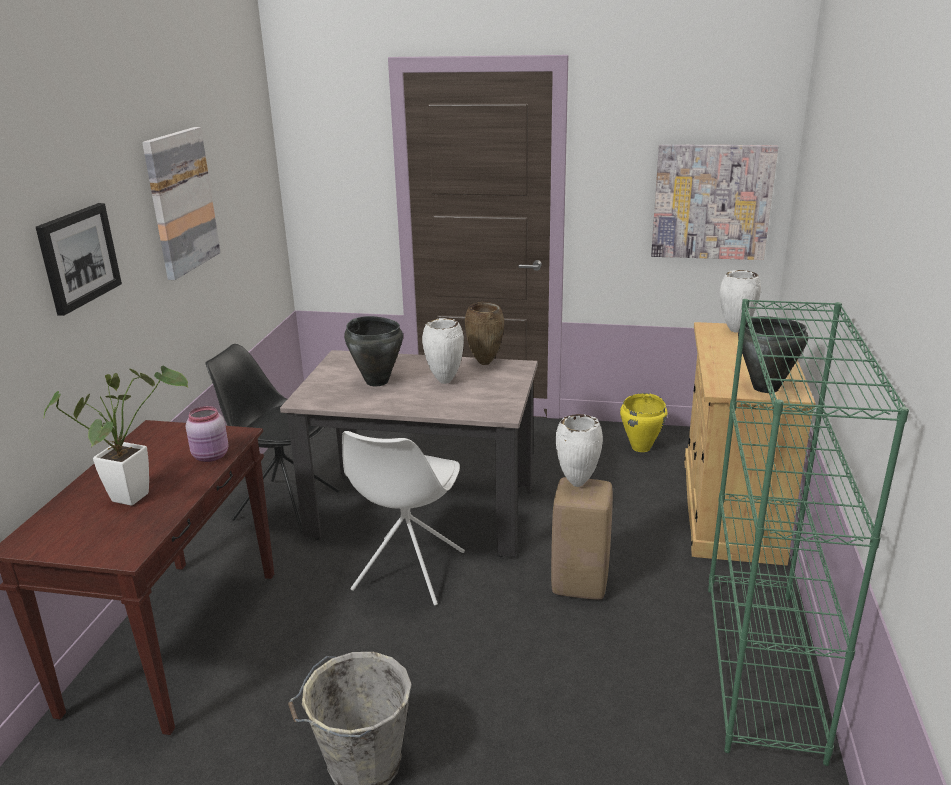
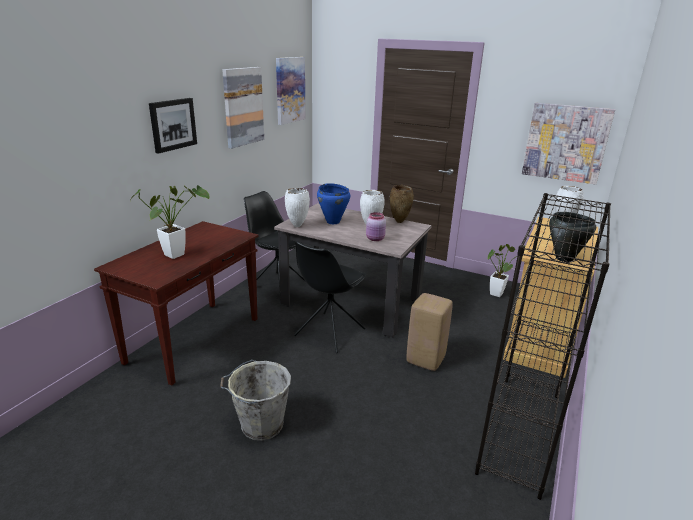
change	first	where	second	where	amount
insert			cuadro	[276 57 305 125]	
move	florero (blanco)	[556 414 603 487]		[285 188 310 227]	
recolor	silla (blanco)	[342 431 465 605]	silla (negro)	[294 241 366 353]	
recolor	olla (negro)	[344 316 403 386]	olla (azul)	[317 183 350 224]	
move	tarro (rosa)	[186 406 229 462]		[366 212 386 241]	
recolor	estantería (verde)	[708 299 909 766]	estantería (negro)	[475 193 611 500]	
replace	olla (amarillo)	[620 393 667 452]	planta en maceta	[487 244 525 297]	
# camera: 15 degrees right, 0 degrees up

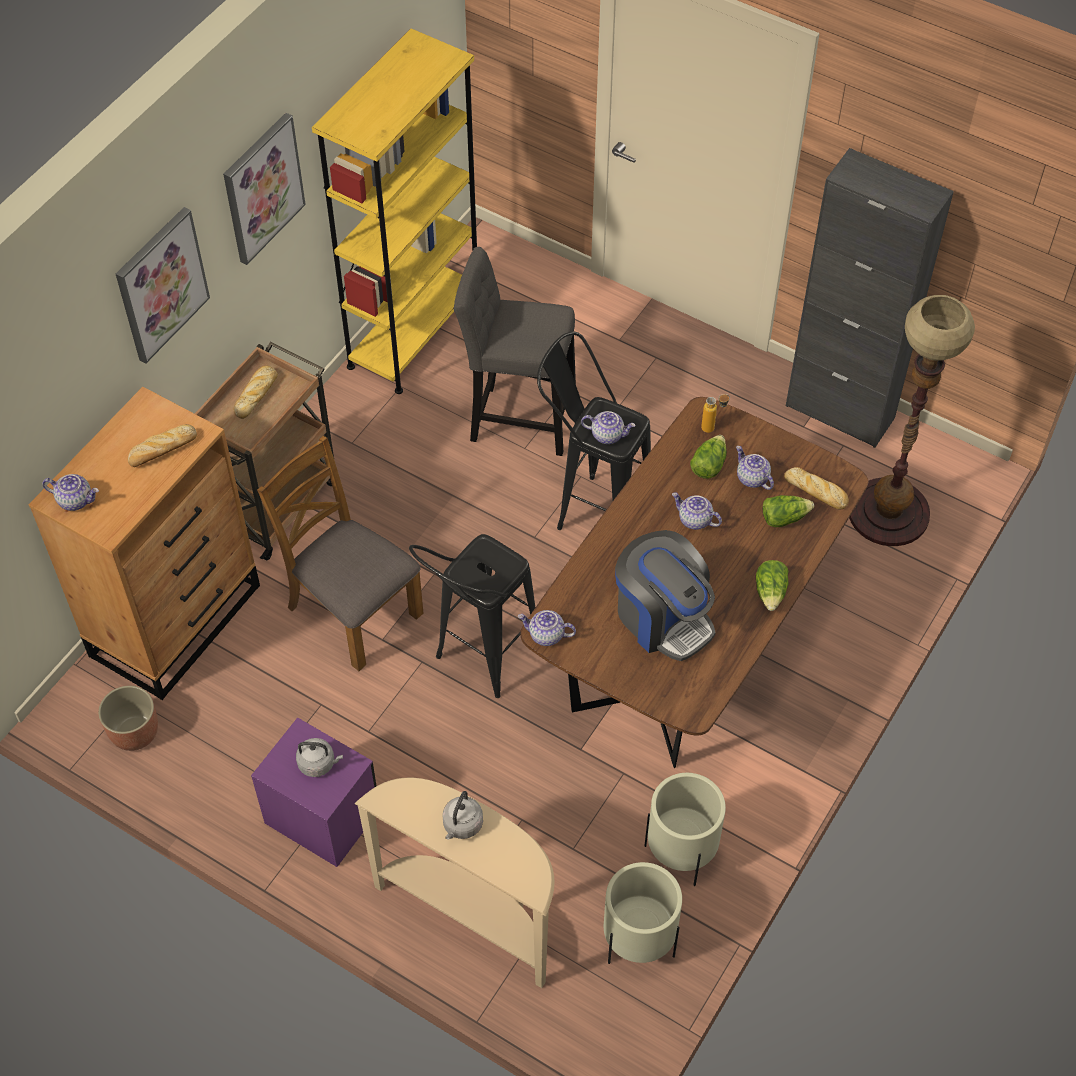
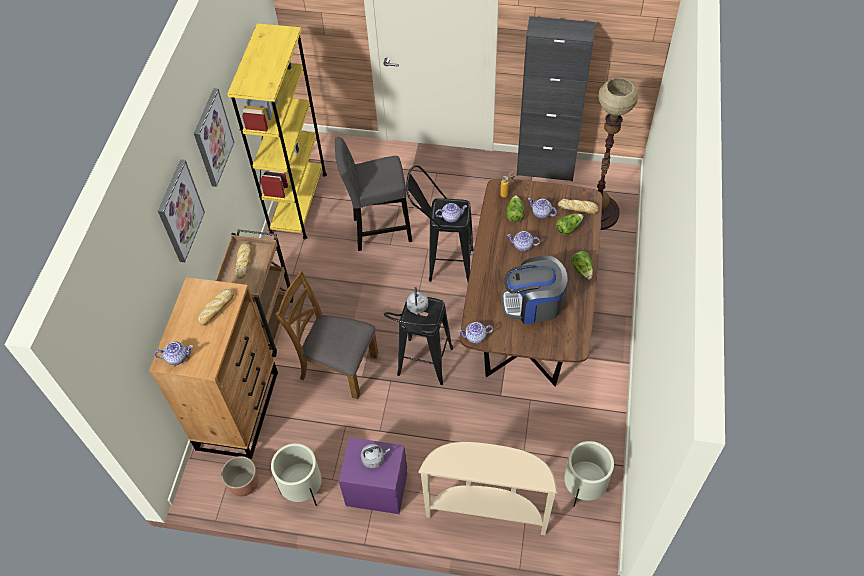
change	first	where	second	where	amount
move	maceta (beis)	[644 773 726 886]		[271 443 322 506]	
move	hervidor (gris)	[442 791 483 840]		[407 287 428 314]	
rotate	cafetera	[615 530 716 661]		[502 256 567 324]	150 degrees clockwise
# camera: 20 degrees left, 0 degrees up

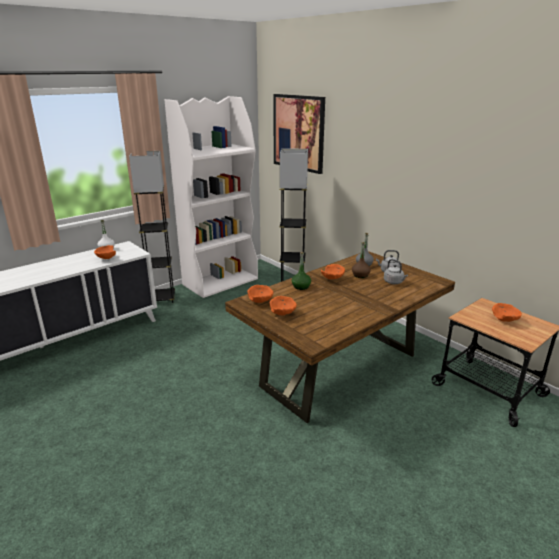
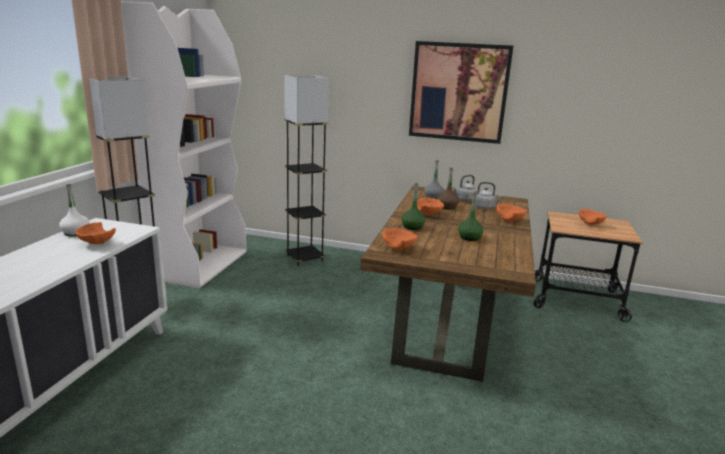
change	first	where	second	where	amount
move	cuadro	[273 94 325 174]		[409 41 513 144]	
insert			botella (verde)	[458 192 484 241]	
move	cuenco (naranja)	[270 296 297 315]		[497 204 527 222]	
# camera: 35 degrees left, 5 degrees down

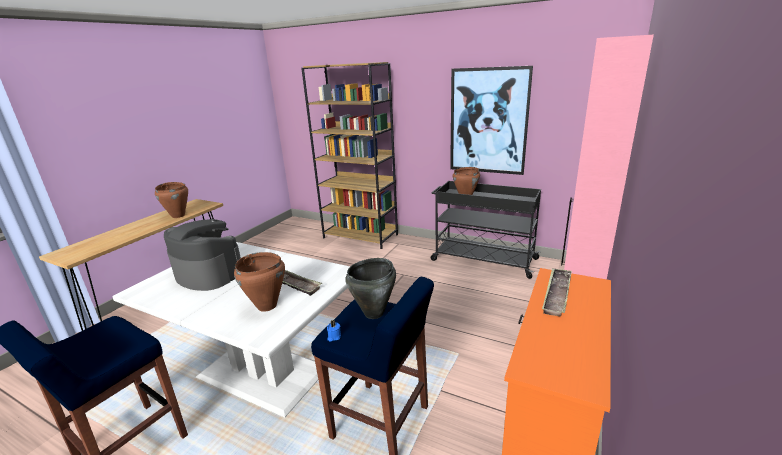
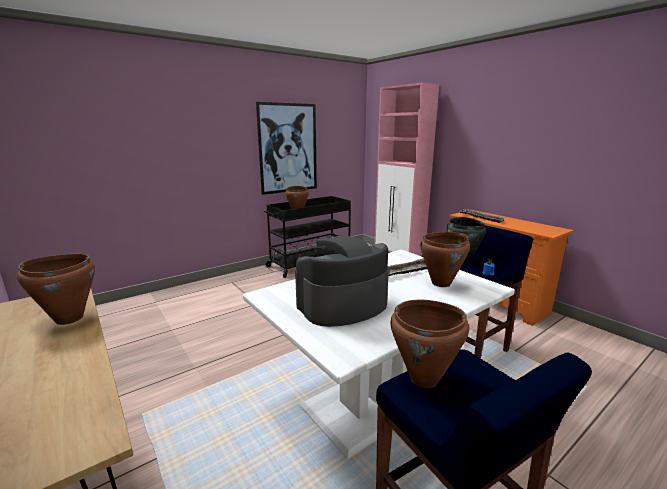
change	first	where	second	where	amount
insert			olla (marrón)	[390 300 469 388]	
delete	estantería (marrón)	[301 62 398 249]			
# camera: 65 degrees left, 5 degrees down

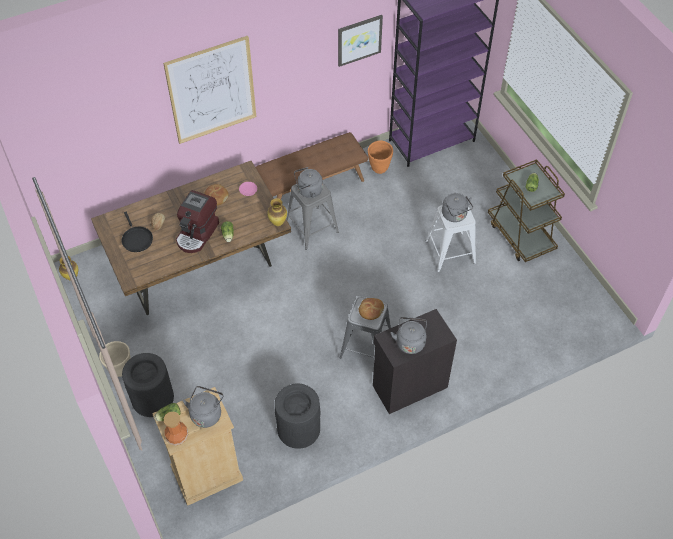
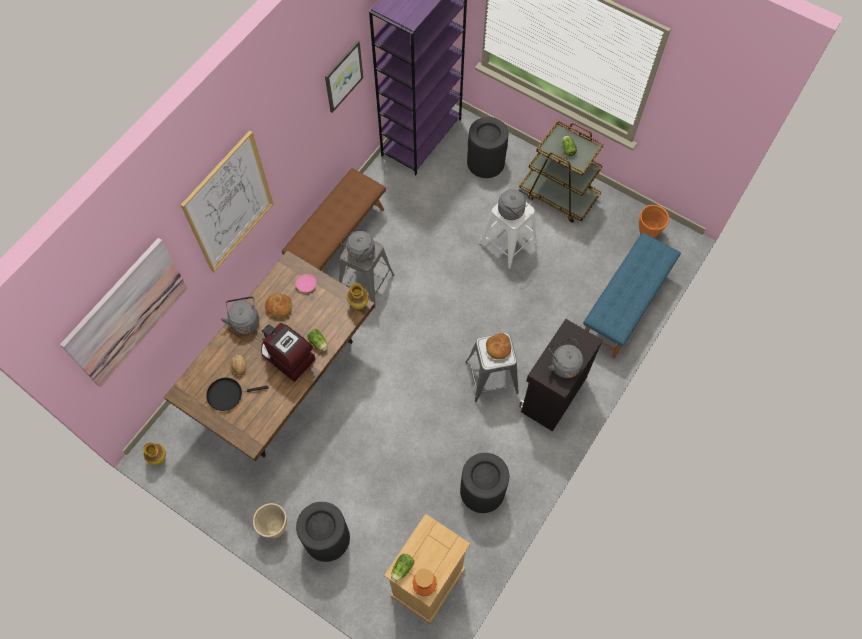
change	first	where	second	where	amount
insert			cuadro	[60 238 188 387]	
rotate	sartén (negro)	[122 212 153 252]		[206 377 268 411]	135 degrees clockwise
move	hervidor (gris)	[183 386 224 428]		[221 296 259 334]	
rotate	cafetera	[176 190 219 253]		[261 323 316 382]	135 degrees clockwise
insert			papelera (negro)	[467 117 508 178]	
insert			banco (azul)	[583 233 681 358]	
move	maceta (naranja)	[368 141 393 174]		[639 205 669 238]	
# camera: 30 degrees left, 10 degrees up

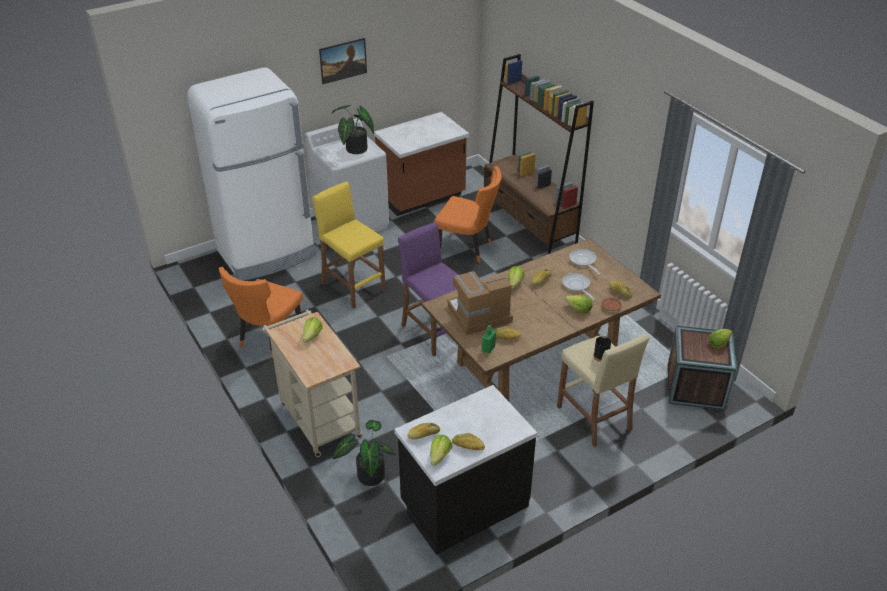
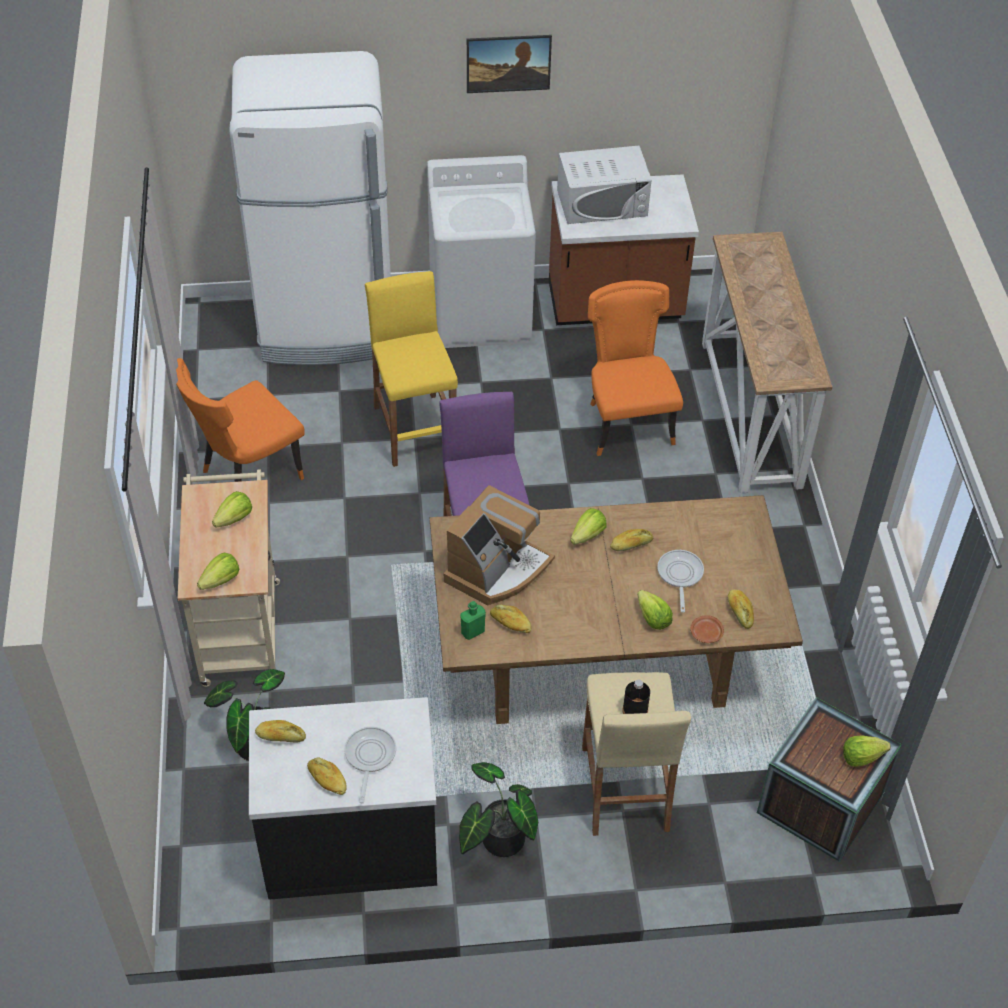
change	first	where	second	where	amount
move	lechuga	[431 435 452 466]		[197 553 239 590]	
move	sartén	[569 249 600 275]		[344 727 396 803]	
rotate	cafetera	[447 271 513 335]		[444 485 555 606]	120 degrees clockwise
move	planta en maceta	[331 105 374 154]		[459 762 538 857]	
insert			microondas (blanco)	[557 146 652 224]	
rotate	silla (naranja)	[434 166 502 262]		[588 280 683 456]	150 degrees counterclockwise
replace	estantería (marrón)	[484 54 594 254]	mesa consola	[702 232 832 493]	
# camera: 25 degrees right, 10 degrees up

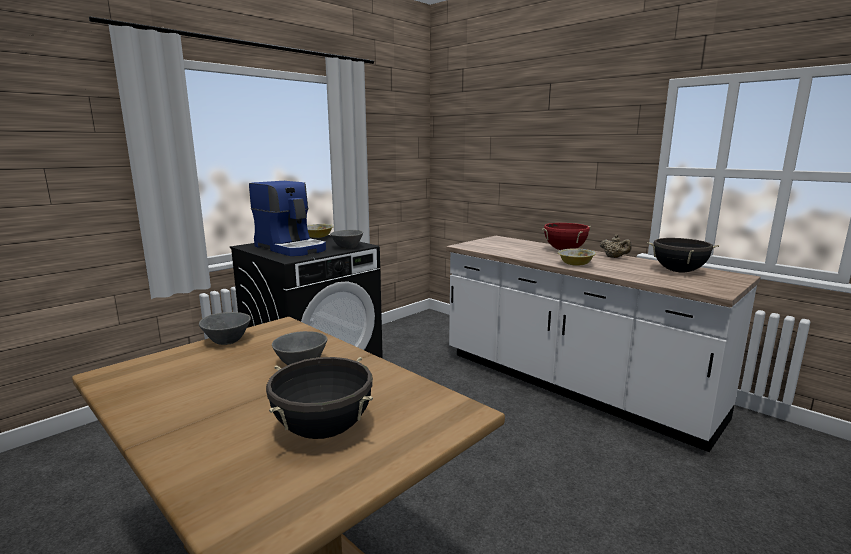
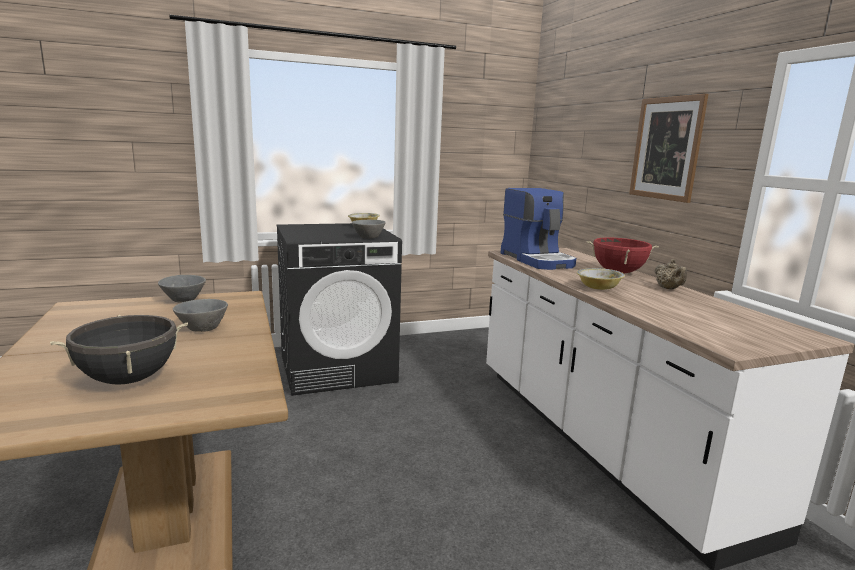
change	first	where	second	where	amount
move	cafetera	[249 181 326 256]		[501 188 576 270]	
insert			cuadro	[629 94 708 203]	
delete	olla (negro)	[647 238 719 273]			
# camera: 25 degrees right, 0 degrees up

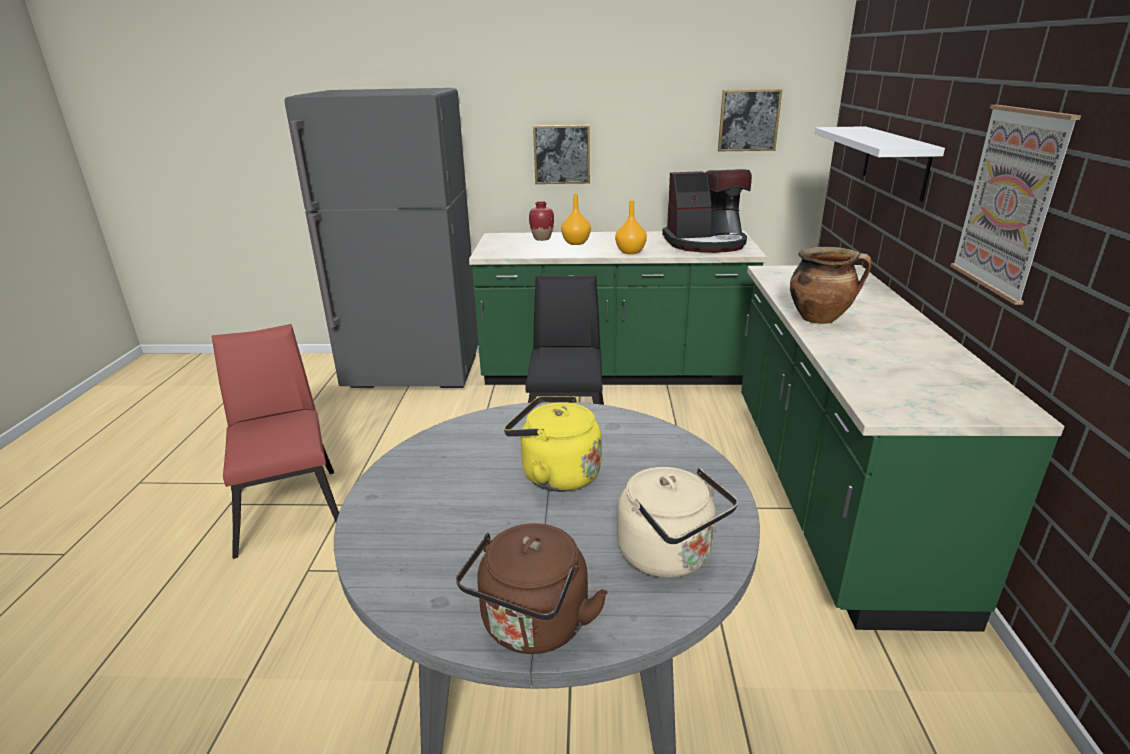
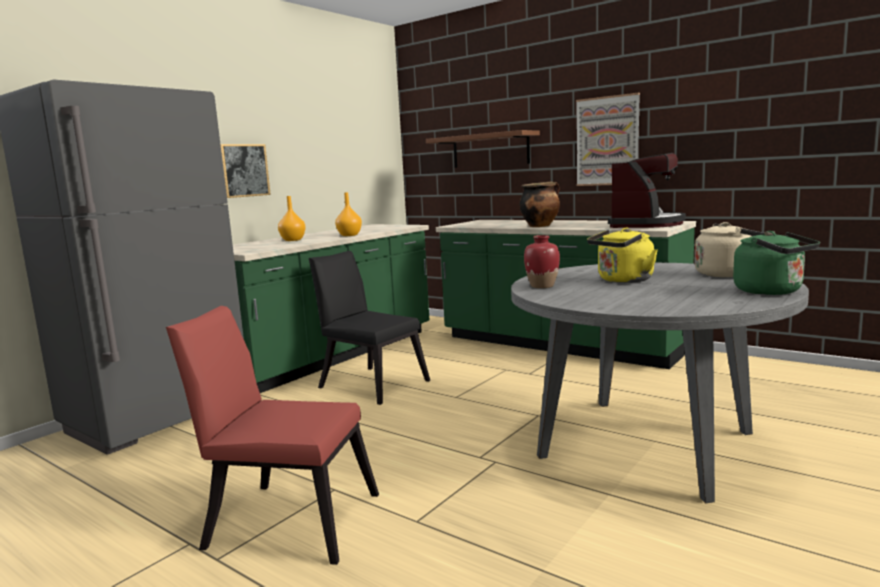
change	first	where	second	where	amount
recolor	estante (blanco)	[815 126 945 201]	estante (marrón)	[426 130 540 168]	
move	florero (rojo)	[529 201 554 241]		[524 235 560 288]	
move	cafetera	[662 169 752 253]		[608 153 686 228]	
recolor	hervidor (marrón)	[456 523 608 654]	hervidor (verde)	[733 231 820 295]	
delete	cuadro	[718 89 783 151]			
# camera: 55 degrees left, 15 degrees down

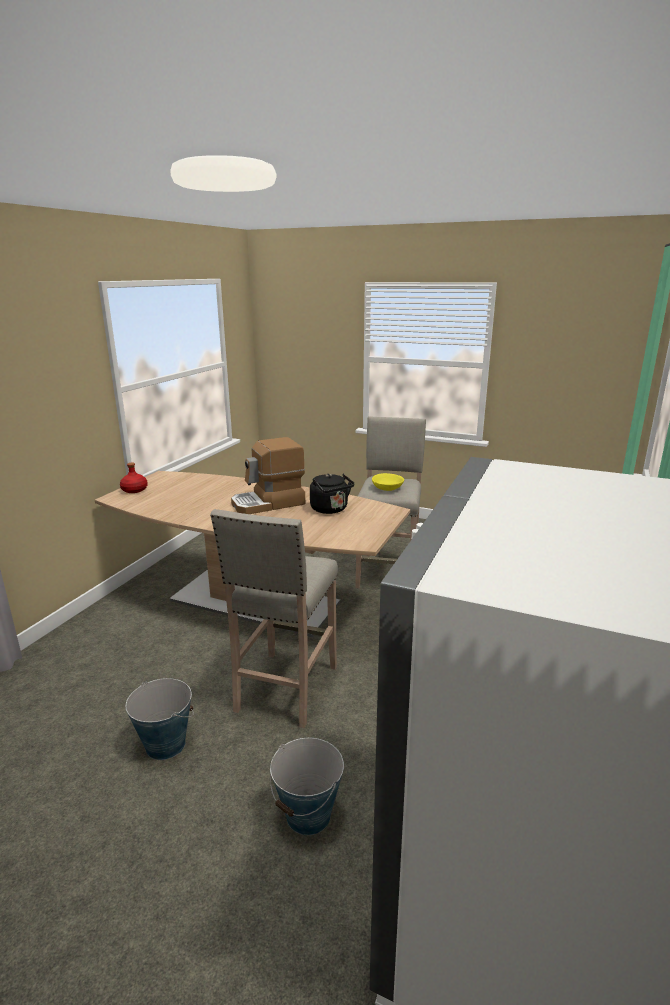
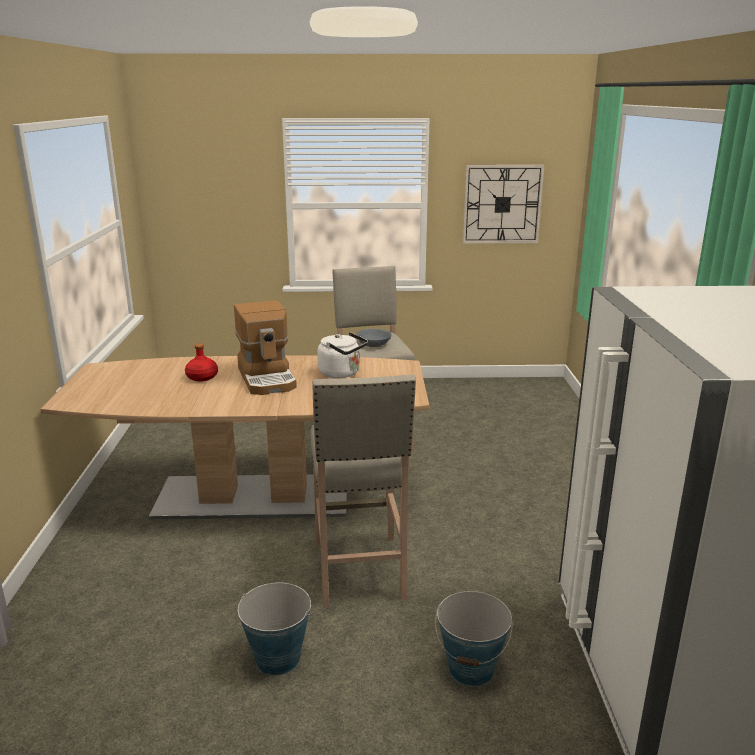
change	first	where	second	where	amount
move	botella (rojo)	[120 462 148 493]		[185 344 218 382]	
rotate	cafetera	[231 437 305 514]		[234 300 297 395]	60 degrees counterclockwise
recolor	hervidor (negro)	[310 474 354 514]	hervidor (blanco)	[317 332 368 378]	
recolor	cuenco (amarillo)	[372 473 404 491]	cuenco (gris)	[357 329 392 347]	
insert			reloj de pared	[463 165 545 244]	
# camera: 25 degrees left, 0 degrees up

